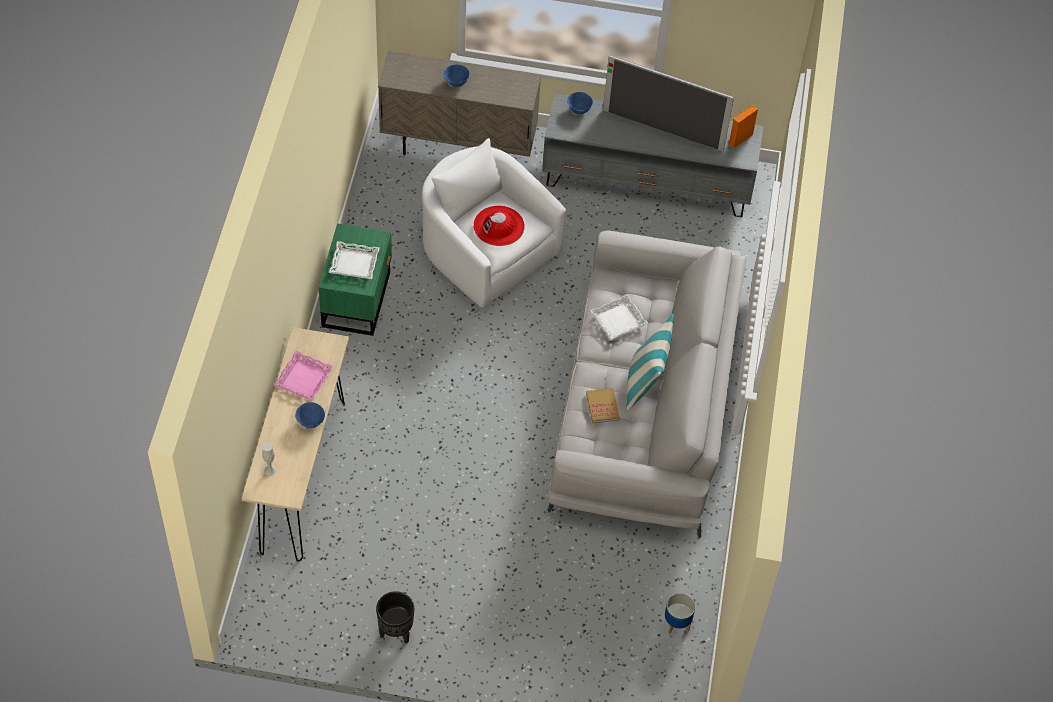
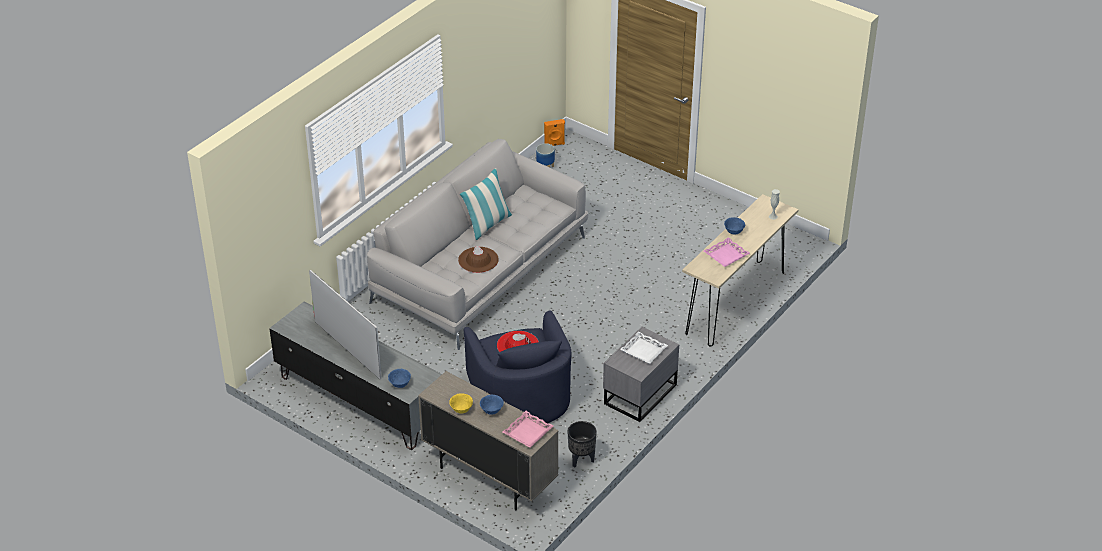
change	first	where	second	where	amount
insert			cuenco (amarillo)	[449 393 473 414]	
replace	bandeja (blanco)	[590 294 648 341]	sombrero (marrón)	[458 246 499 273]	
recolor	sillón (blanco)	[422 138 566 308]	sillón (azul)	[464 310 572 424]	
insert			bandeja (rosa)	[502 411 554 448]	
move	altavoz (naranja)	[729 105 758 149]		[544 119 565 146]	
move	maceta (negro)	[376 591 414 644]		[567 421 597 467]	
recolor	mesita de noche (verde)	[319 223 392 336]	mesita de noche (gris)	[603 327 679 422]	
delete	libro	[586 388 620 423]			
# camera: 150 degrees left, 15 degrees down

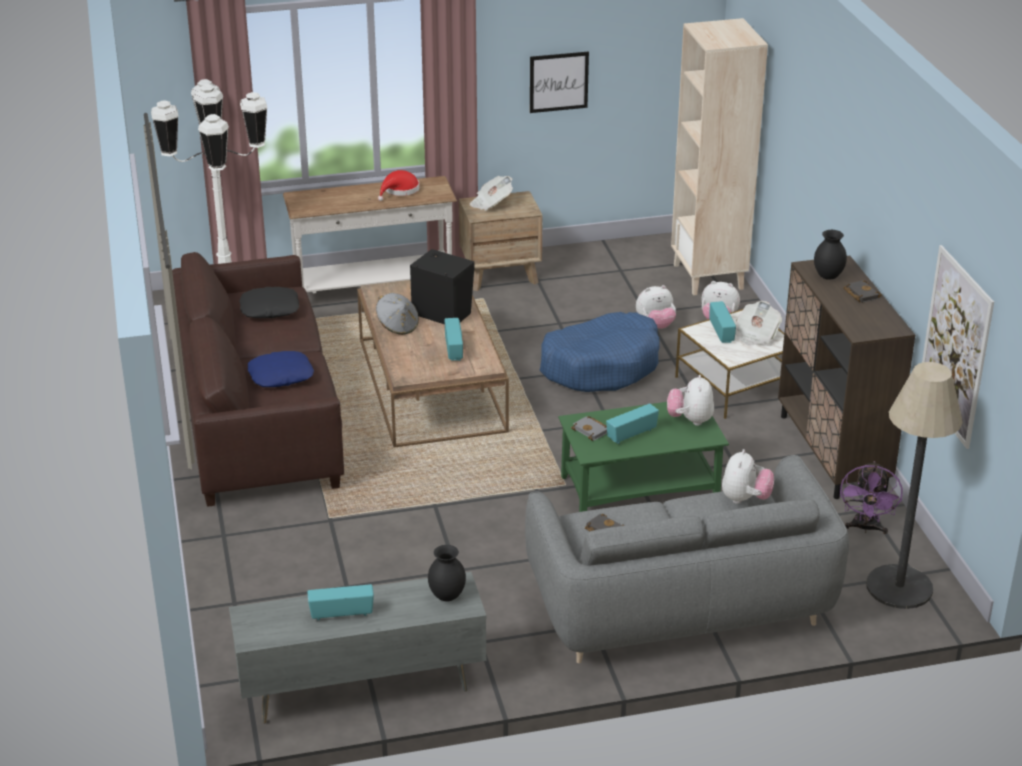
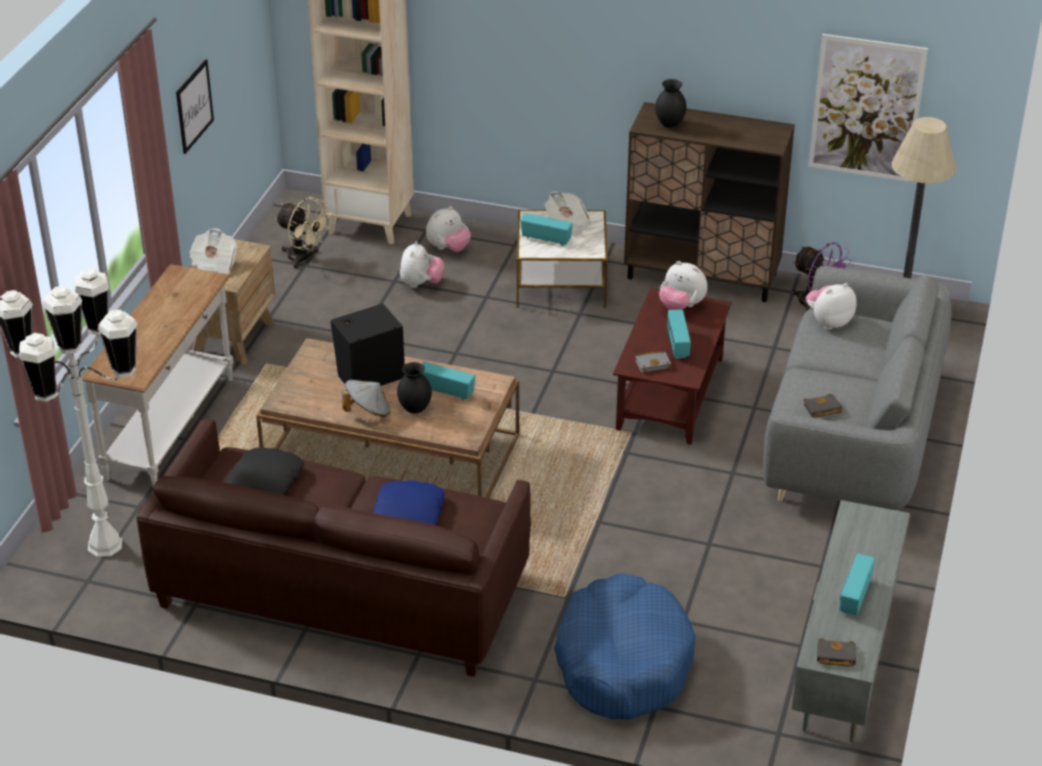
change	first	where	second	where	amount
insert			ventilador (beis)	[275 197 331 269]	
move	florero (negro)	[428 545 466 601]		[397 362 432 414]	
move	cama para perro (azul)	[540 312 660 392]		[554 573 696 720]	
recolor	mesa de centro (verde)	[558 402 729 512]	mesa de centro (marrón)	[613 288 732 445]	
rotate	peluche	[722 449 774 504]		[806 283 857 330]	75 degrees counterclockwise
move	libro (negro)	[843 280 882 303]		[817 638 856 667]	
delete	sombrero (rojo)	[378 170 419 201]			
# camera: 60 degrees left, 5 degrees up

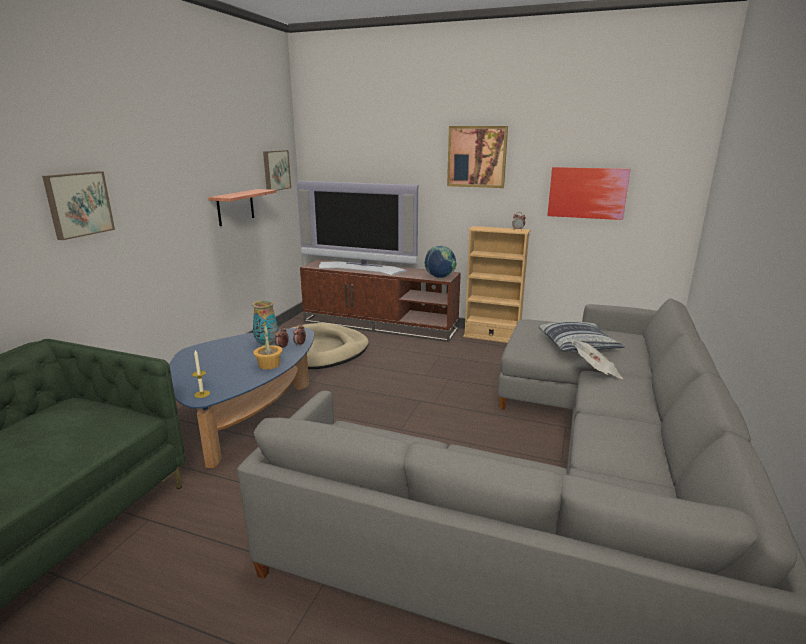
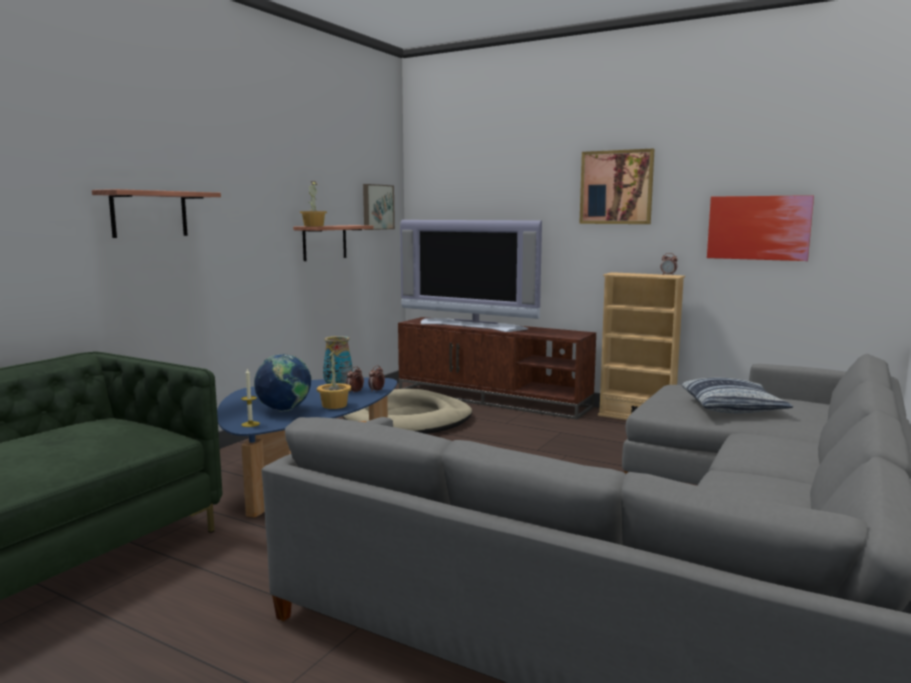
change	first	where	second	where	amount
replace	cuadro	[42 171 115 240]	estante	[92 189 221 238]	
move	globo terráqueo	[424 245 457 278]		[254 354 312 412]	
insert			planta en maceta	[300 181 327 226]	
delete	periódico	[571 341 623 379]			
# camera: 10 degrees right, 10 degrees down

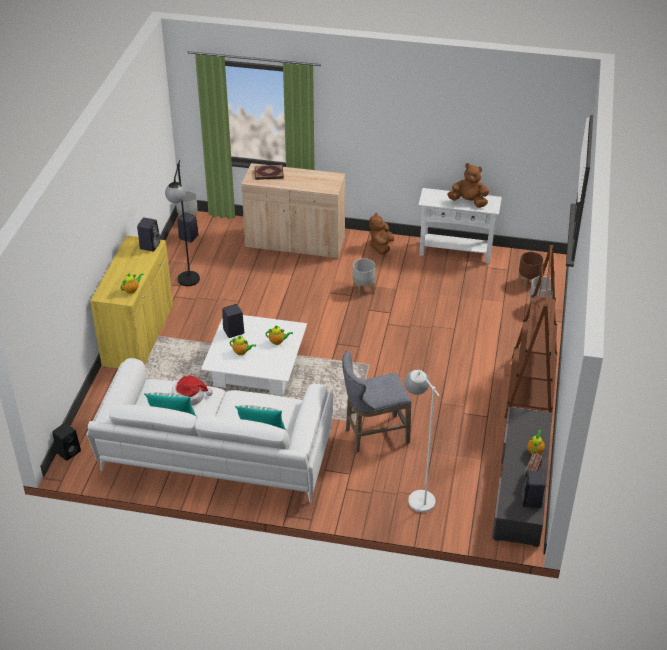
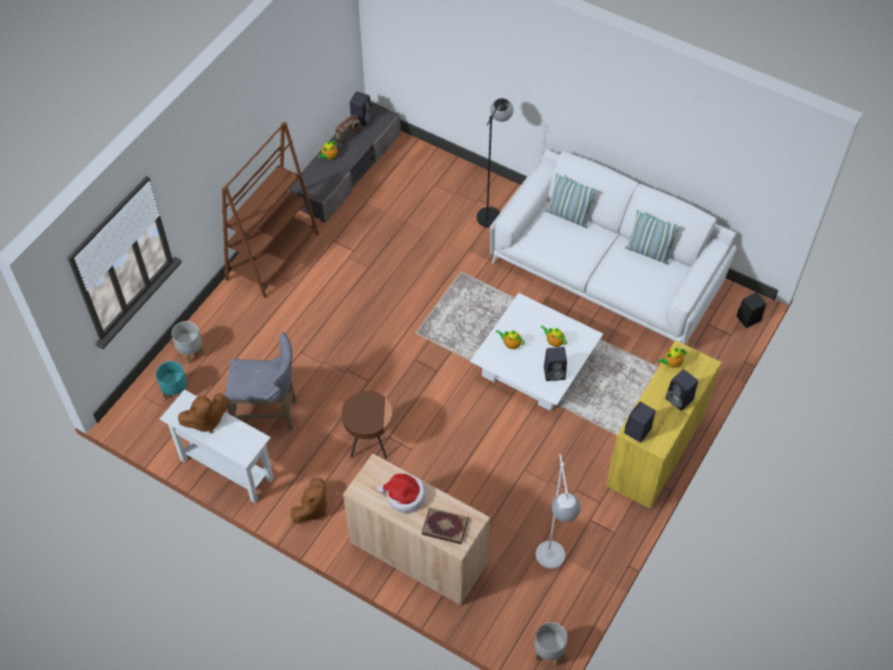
change	first	where	second	where	amount
recolor	maceta (marrón)	[518 252 543 289]	maceta (turquesa)	[156 361 188 401]	
rotate	peluche (marrón)	[447 163 489 208]		[178 393 229 433]	60 degrees counterclockwise
move	taburete (gris)	[342 351 412 453]		[225 332 296 430]	
replace	maceta (gris)	[353 258 375 296]	mesa auxiliar (marrón)	[341 391 392 458]	
move	sombrero	[172 375 213 406]		[378 473 426 513]	
move	lámpara de pie (negro)	[165 160 200 286]		[477 98 514 228]	
move	lámpara de pie (blanco)	[404 370 440 512]		[536 454 580 569]	
move	altavoz (negro)	[177 212 198 243]		[666 369 698 411]	
# camera: 160 degrees left, 15 degrees up

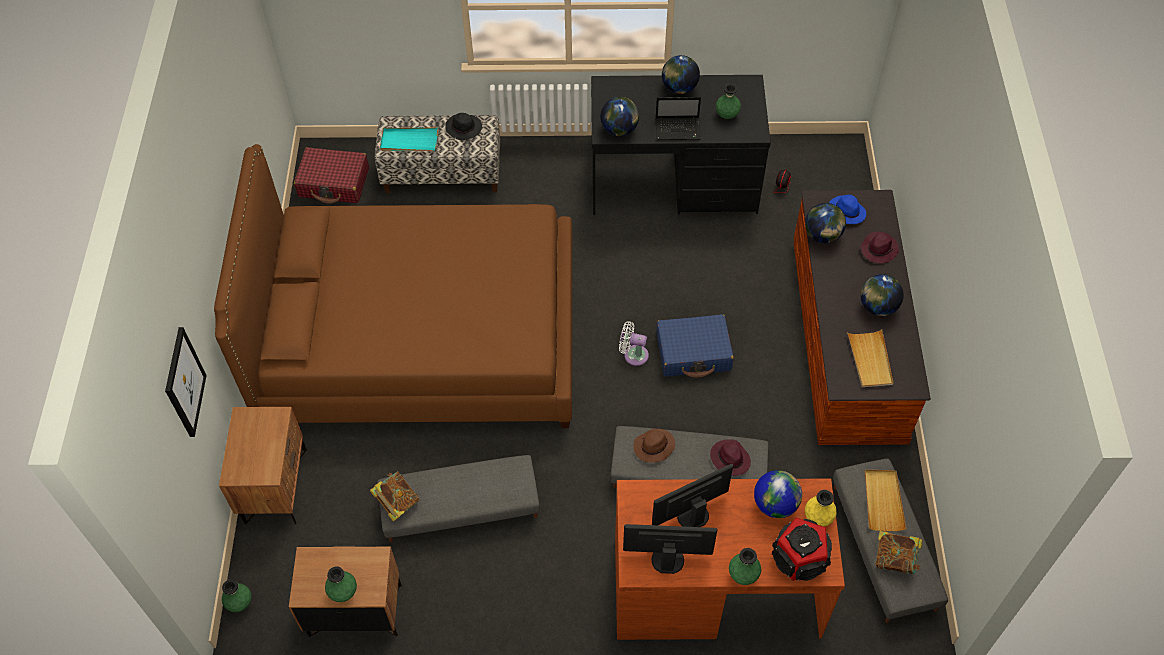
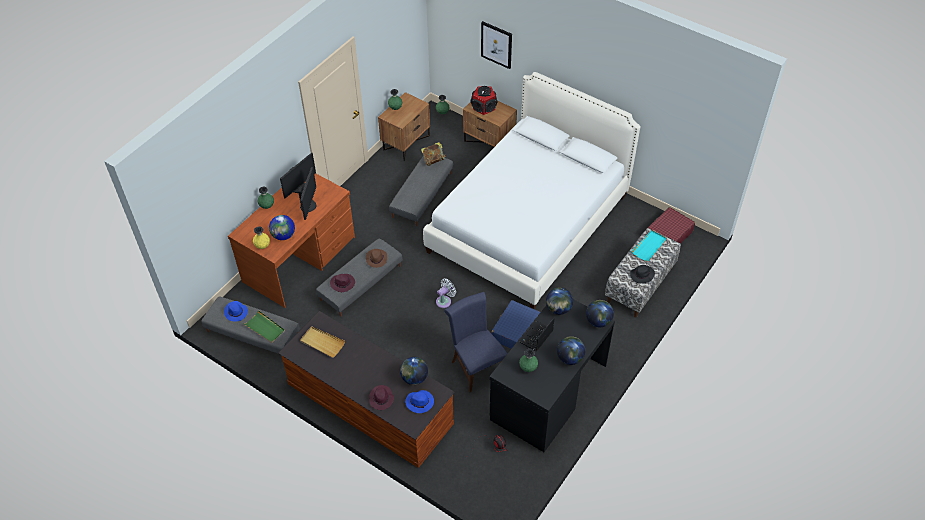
change	first	where	second	where	amount
replace	libro	[876 531 923 574]	sombrero (azul)	[224 301 248 322]	
recolor	bandeja (beis)	[864 470 906 531]	bandeja (verde)	[244 310 285 343]	
recolor	cama (marrón)	[214 144 572 428]	cama (blanco)	[423 72 640 309]	
insert			silla (azul)	[444 292 507 392]	
move	altavoz	[772 518 832 581]		[470 86 497 115]	
move	maleta (azul)	[657 314 734 377]		[491 300 540 349]	
move	globo terráqueo	[860 274 904 316]		[586 300 614 327]	
# camera: 125 degrees right, 5 degrees down

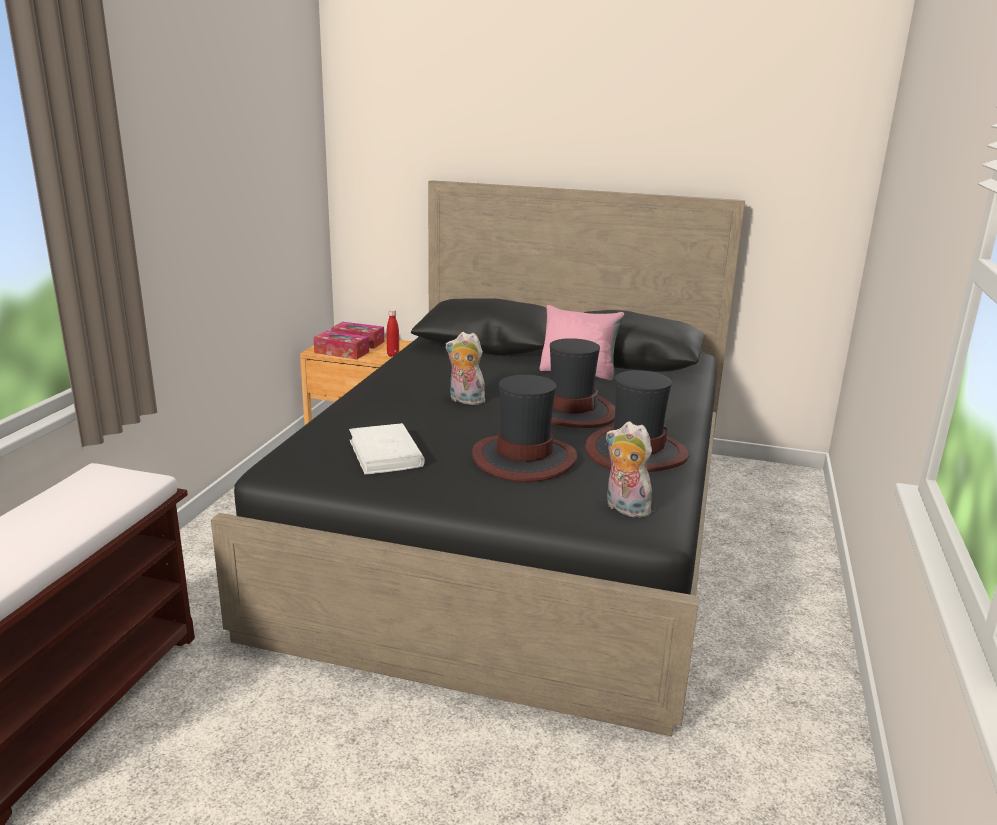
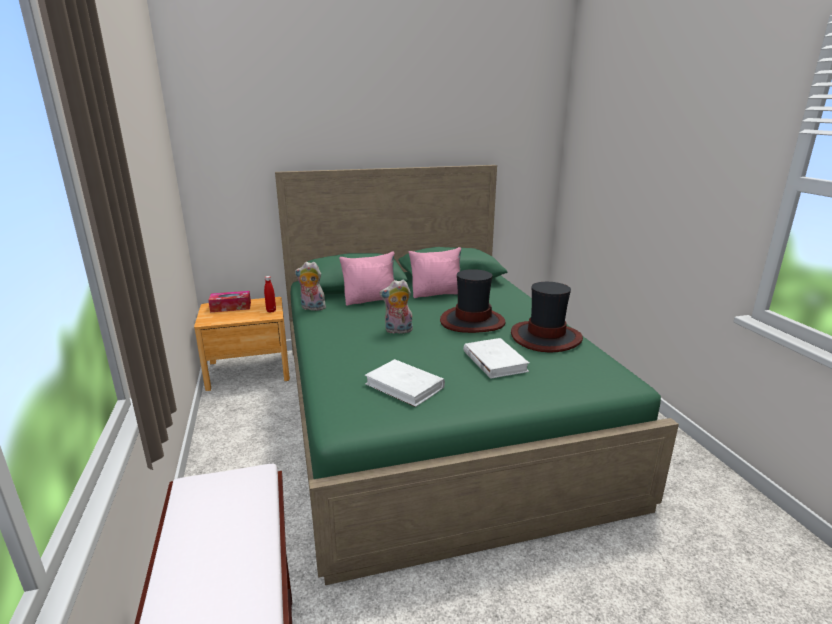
change	first	where	second	where	amount
recolor	cama (negro)	[211 180 745 736]	cama (verde)	[275 165 679 585]	
move	peluche	[605 421 657 518]		[295 262 326 311]	
insert			cojín (rosa)	[339 252 394 306]	
replace	sombrero	[472 375 578 482]	libro (blanco)	[463 338 529 379]	
delete	caja de pañuelos	[313 331 369 359]			
# camera: 30 degrees left, 0 degrees up

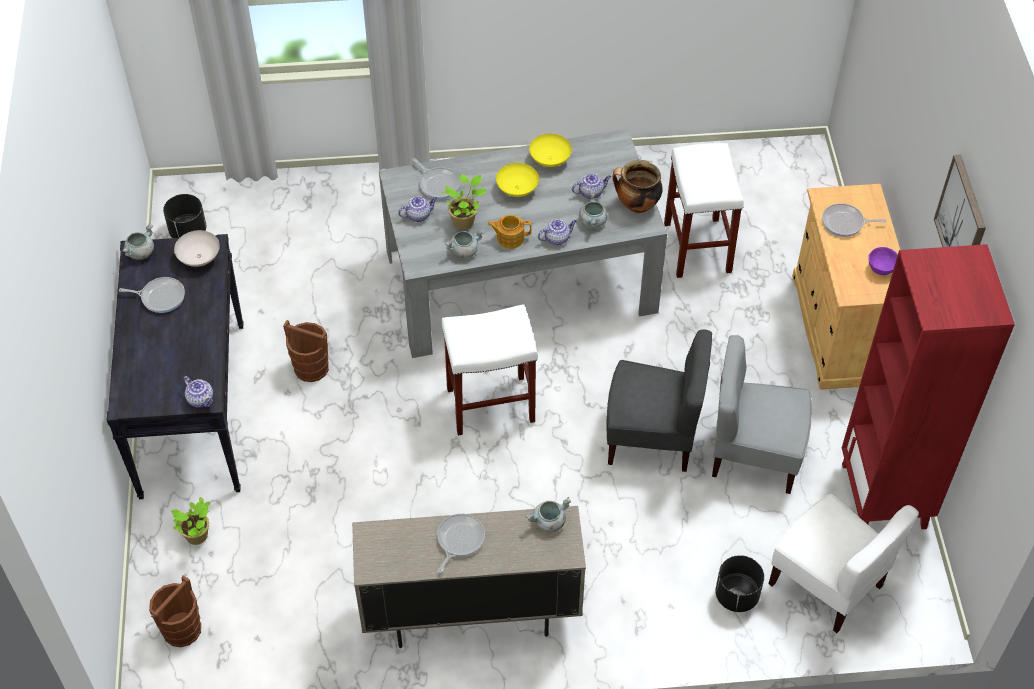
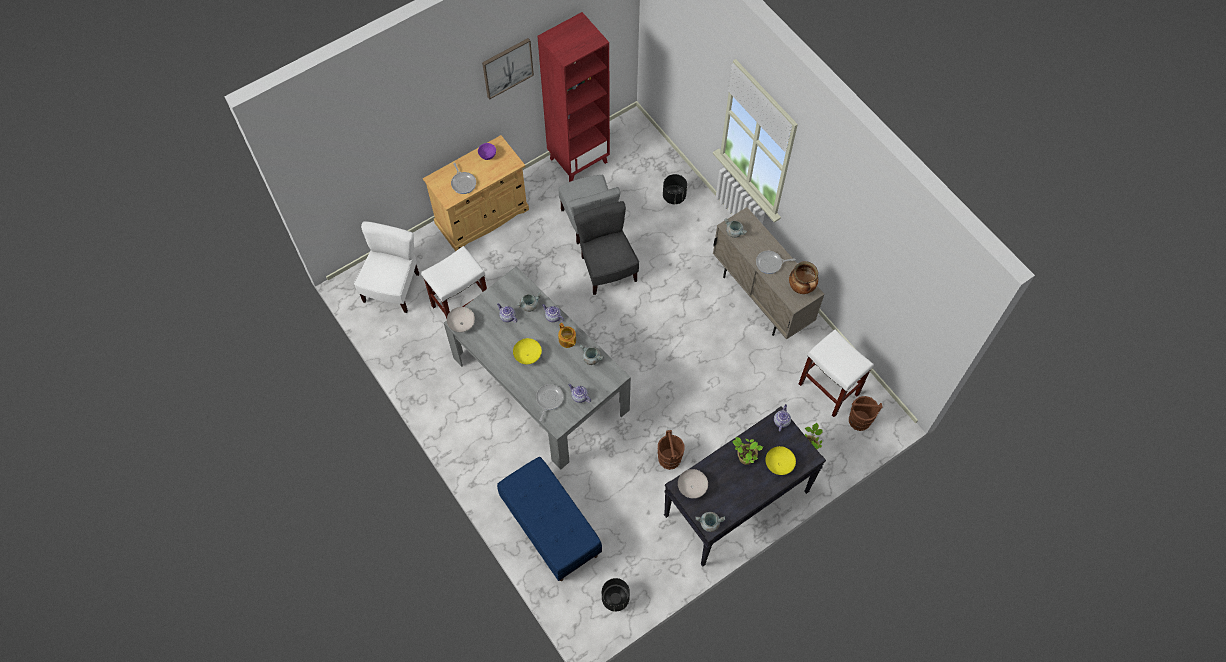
change	first	where	second	where	amount
move	silla (blanco)	[769 494 919 633]		[354 221 419 313]	
insert			cuenco (blanco)	[447 307 475 332]	
insert			banco (azul)	[497 457 602 581]	
move	planta en maceta	[442 175 487 229]		[732 437 763 465]	
move	cuenco (amarillo)	[529 134 572 167]		[765 446 796 475]	
move	olla	[612 160 663 213]		[789 261 818 294]	
move	taburete (blanco)	[441 304 538 436]		[799 330 874 417]	
delete	sartén	[119 277 185 313]			
# camera: 120 degrees left, 10 degrees up

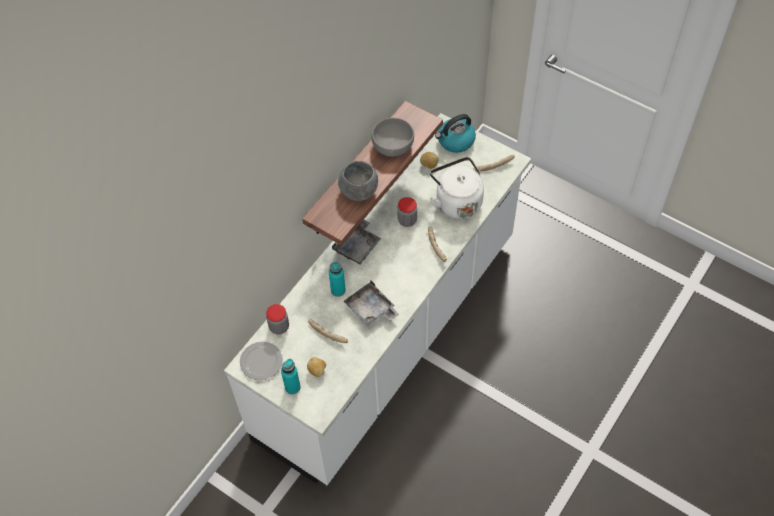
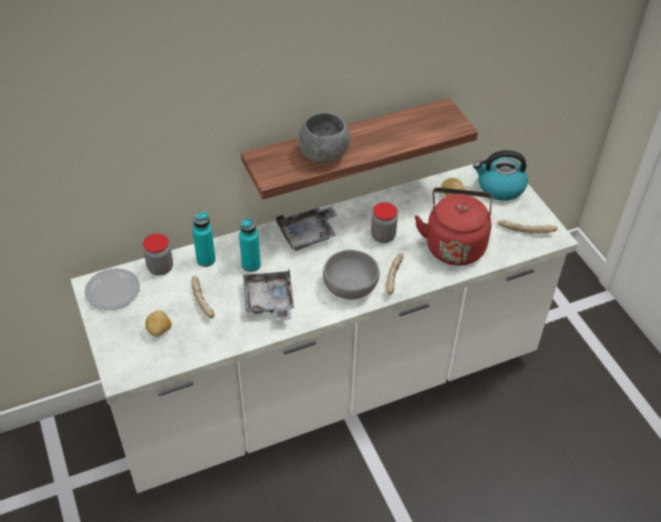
change	first	where	second	where	amount
move	botella (turquesa)	[281 359 301 394]		[192 212 216 267]	
move	cuenco (gris)	[372 118 414 157]		[323 250 380 299]	
recolor	hervidor (blanco)	[430 157 484 219]	hervidor (rojo)	[415 188 492 266]	
# camera: 30 degrees right, 10 degrees down

